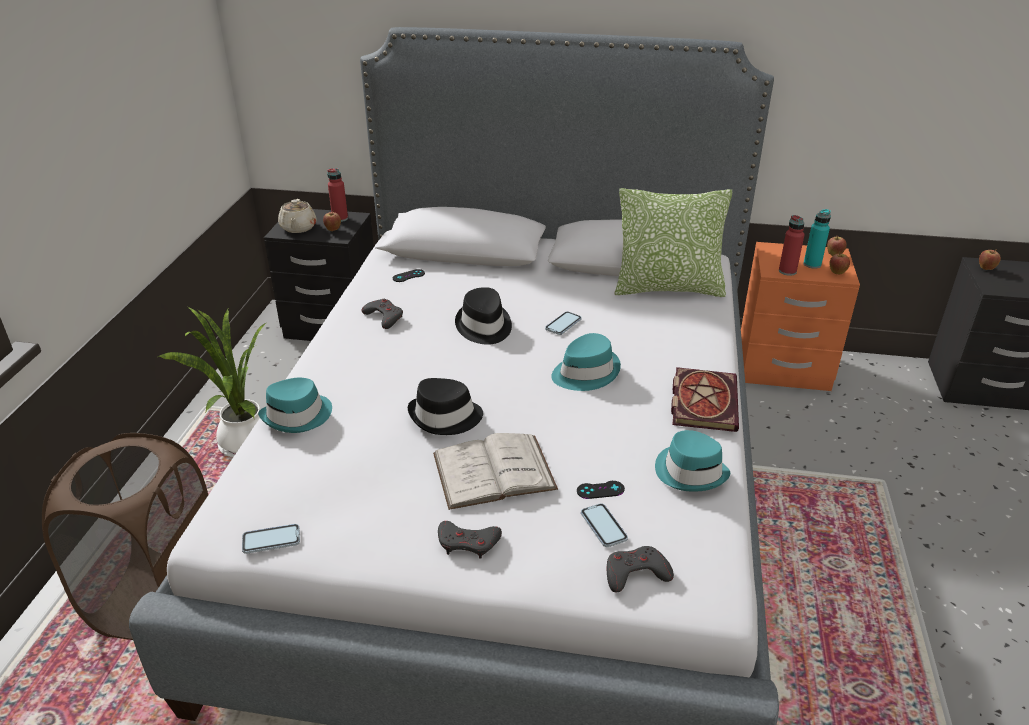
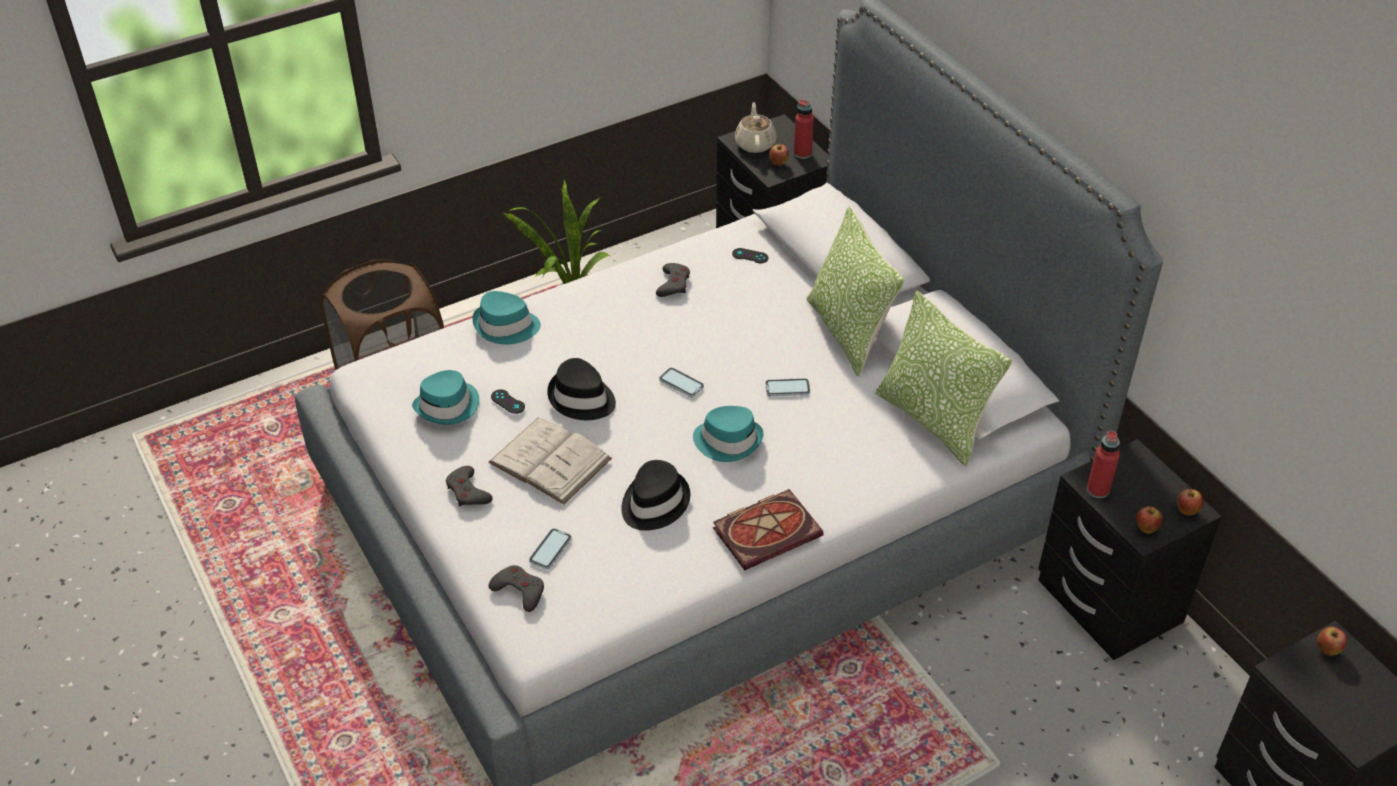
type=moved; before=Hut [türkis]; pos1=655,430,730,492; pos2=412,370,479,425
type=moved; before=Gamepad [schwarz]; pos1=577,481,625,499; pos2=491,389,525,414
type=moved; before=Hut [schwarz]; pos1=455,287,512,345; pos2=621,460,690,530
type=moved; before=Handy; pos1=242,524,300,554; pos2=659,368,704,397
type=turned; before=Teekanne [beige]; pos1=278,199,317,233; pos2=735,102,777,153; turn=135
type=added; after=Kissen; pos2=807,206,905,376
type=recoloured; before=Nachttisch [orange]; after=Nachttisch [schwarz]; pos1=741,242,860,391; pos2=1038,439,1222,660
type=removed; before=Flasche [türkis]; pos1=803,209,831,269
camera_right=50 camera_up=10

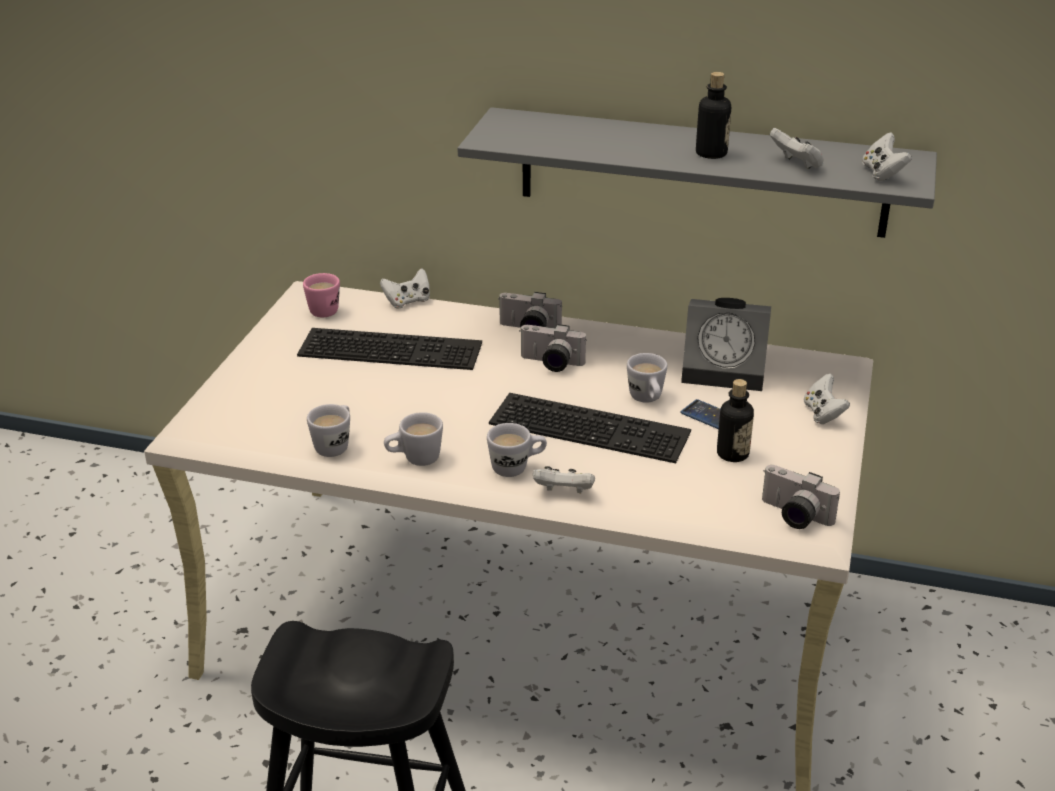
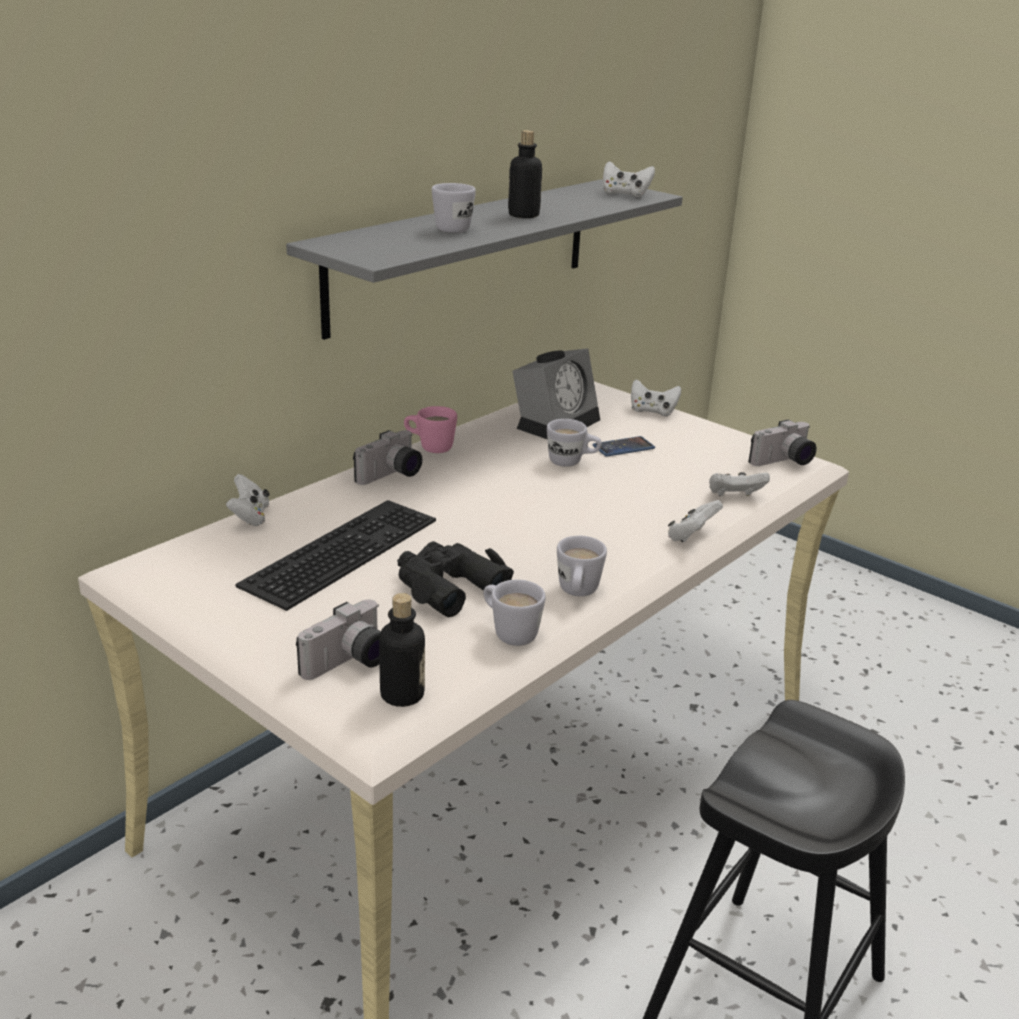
type=moved; before=Kamera; pos1=519,324,587,372; pos2=296,599,381,680
type=moved; before=Flasche; pos1=717,379,754,462; pos2=379,593,425,707
type=added; after=Fernglas [schwarz]; pos2=397,541,514,617
type=moved; before=Henkelbecher [rosa]; pos1=303,273,340,317; pos2=404,406,457,453
type=moved; before=Henkelbecher [weiß]; pos1=487,423,547,477; pos2=432,183,476,233
type=moved; before=Gamepad [weiß]; pos1=770,128,824,169; pos2=709,472,770,496
type=removed; before=Tastatur; pos1=489,393,691,463
camera_right=-65 camera_up=-5

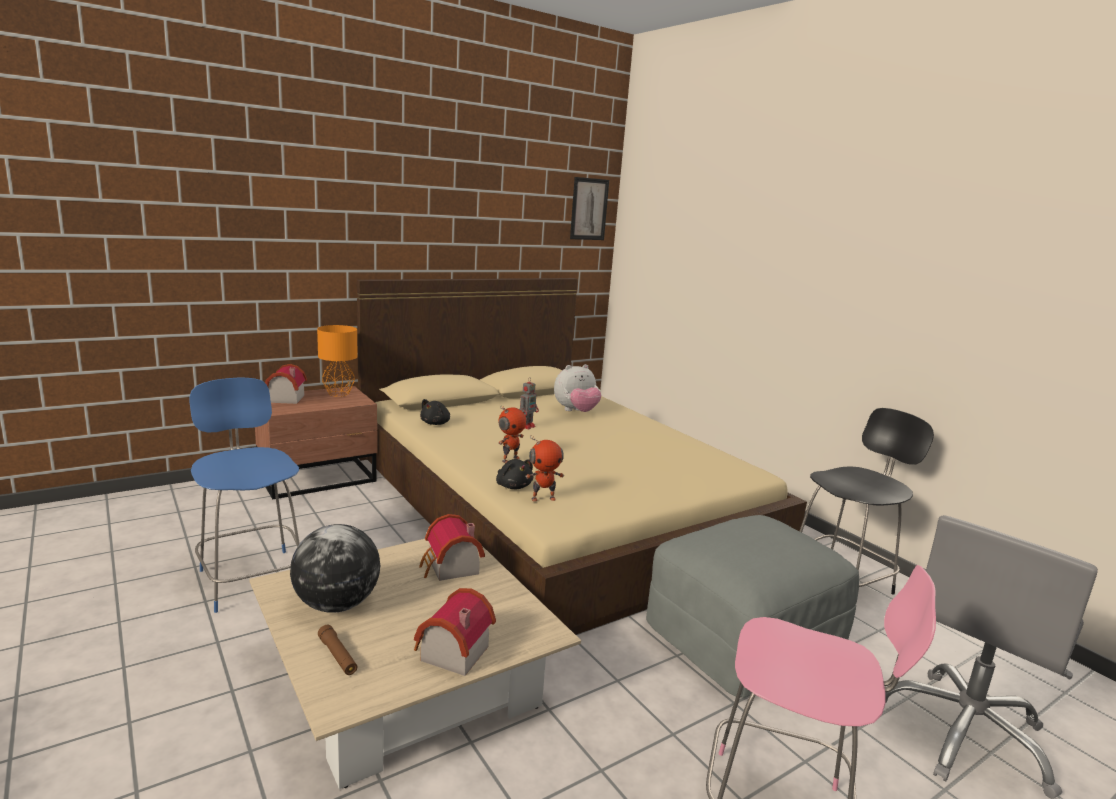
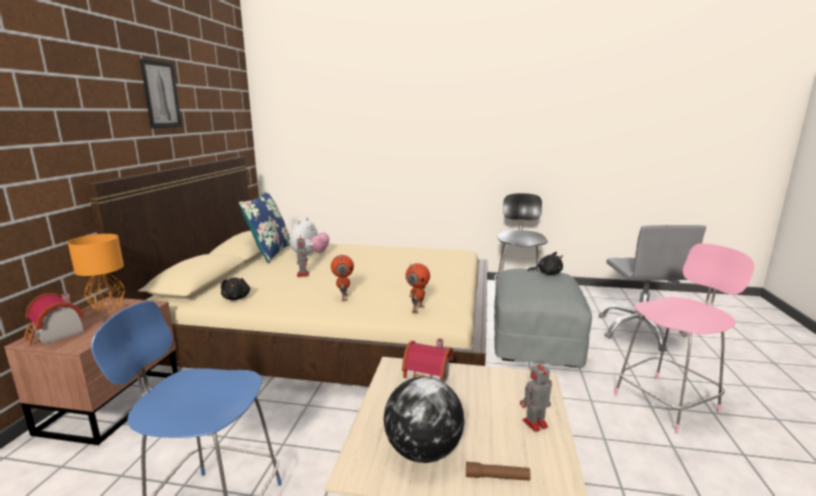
type=moved; before=Bild; pos1=570,177,609,240; pos2=140,59,182,128
type=added; after=Kissen [blau]; pos2=239,191,290,263
type=replaced; before=Spielzeughaus; after=Spielzeugroboter; pos1=414,588,496,676; pos2=520,361,552,432
type=moved; before=Plüschtier [schwarz]; pos1=496,459,533,489; pos2=528,252,563,275
camera_right=-45 camera_up=0

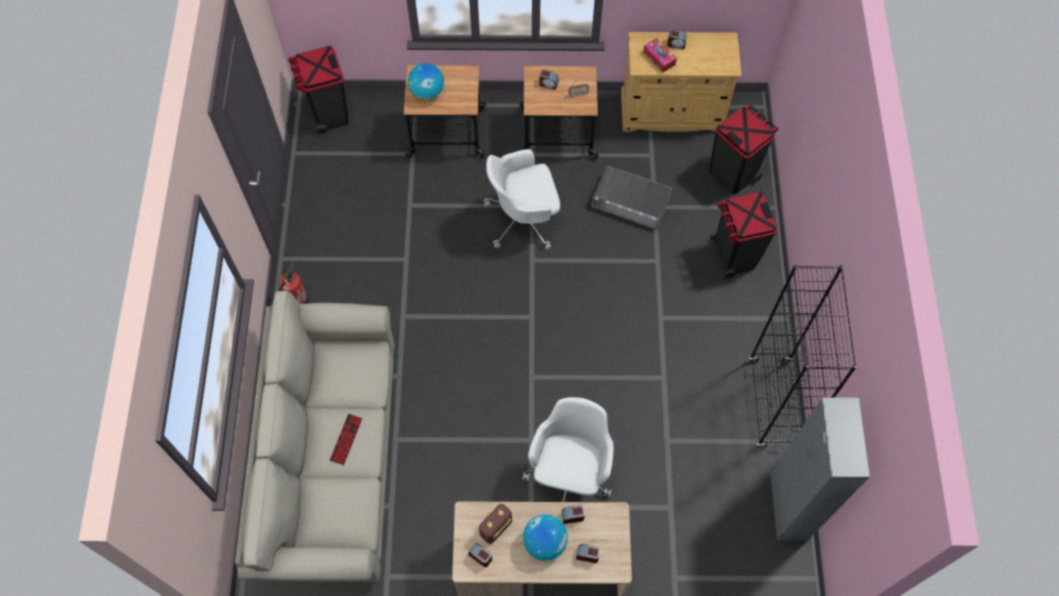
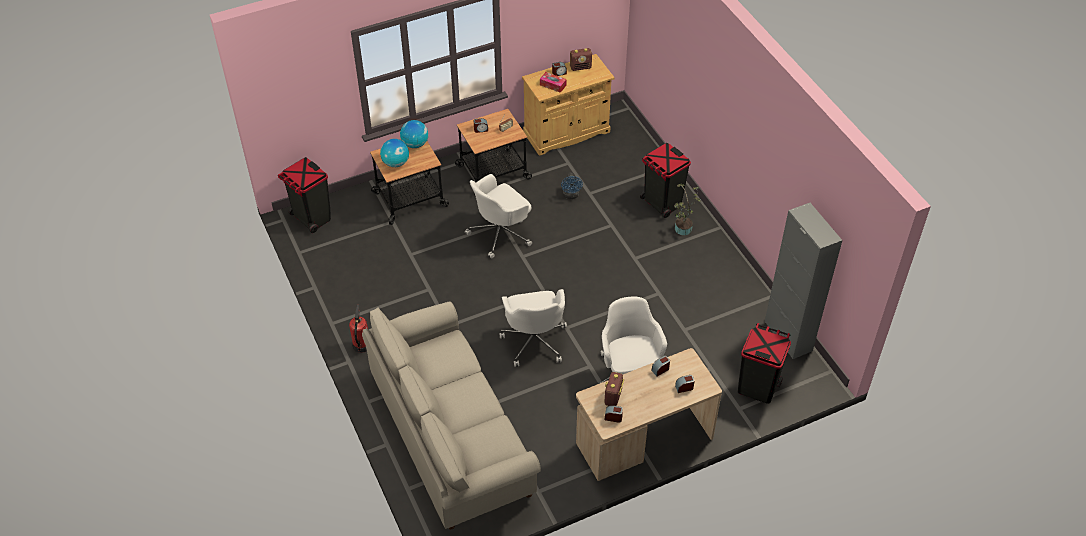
type=moved; before=Globus; pos1=523,514,568,561; pos2=400,120,428,148
type=added; after=Bürostuhl [weiß]; pos2=499,289,567,367
type=replaced; before=Aufbewahrungsbox [grau]; after=Ventilator [blau]; pos1=592,165,672,230; pos2=561,172,583,199
type=added; after=Radio; pos2=570,48,592,71
type=added; after=Topfpflanze; pos2=674,183,701,235
type=moved; before=Mülleimer [schwarz]; pos1=709,104,778,194; pos2=738,323,791,404
type=removed; before=Tastatur; pos1=330,414,362,465
type=removed; before=Bücherregal [schwarz]; pos1=749,265,857,448
camera_right=-25 camera_up=-15

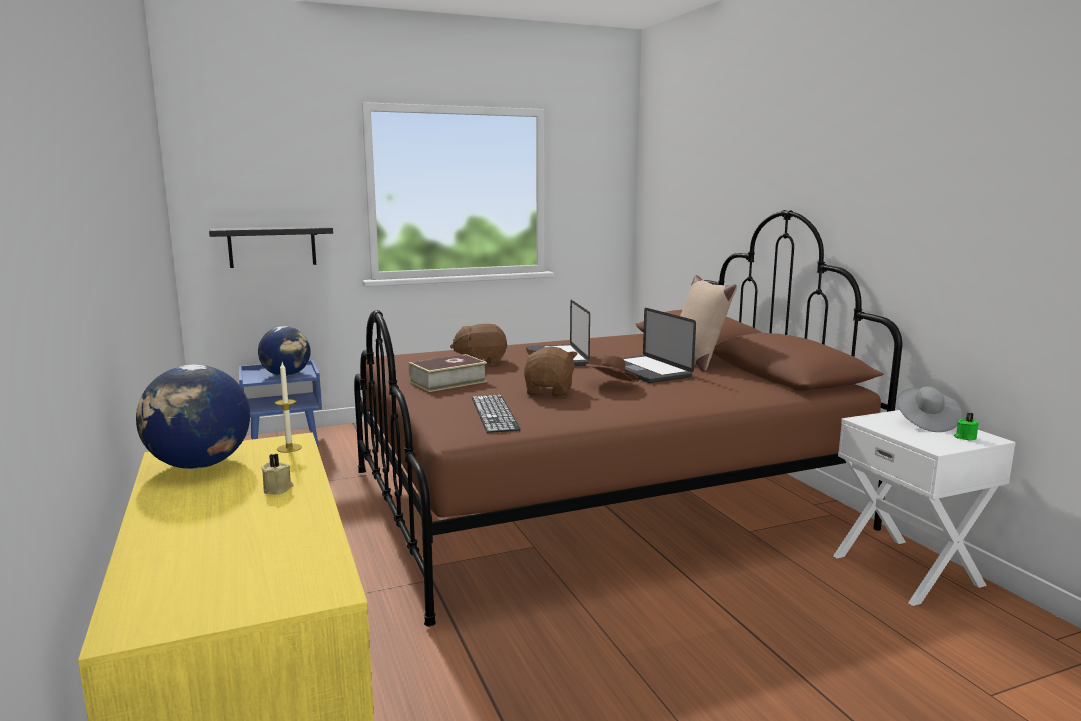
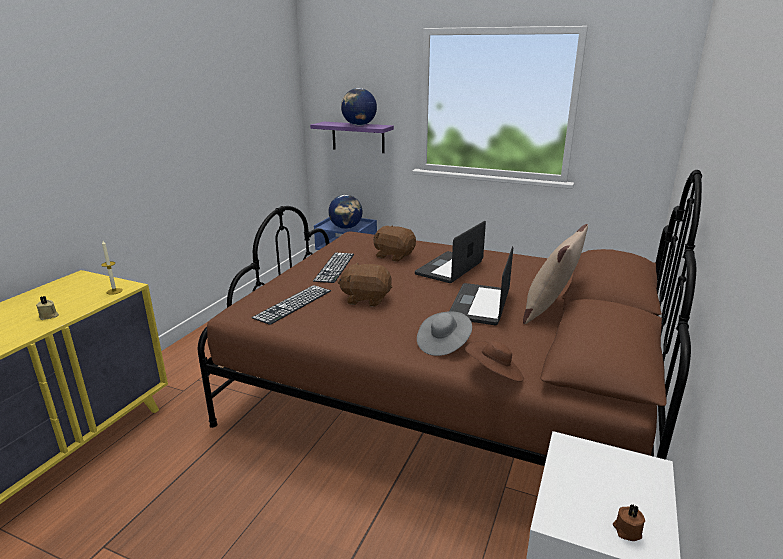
type=recoloured; before=Wandregal [schwarz]; after=Wandregal [lila]; pos1=209,226,333,268; pos2=310,122,394,153
type=replaced; before=Buch; after=Tastatur; pos1=408,354,487,392; pos2=313,253,354,283
type=turned; before=Plüschtier [braun]; pos1=524,346,577,397; pos2=338,262,392,307; turn=-135
type=moved; before=Globus; pos1=136,365,250,469; pos2=341,88,377,126
type=moved; before=Hut [grau]; pos1=896,387,963,432; pos2=417,311,472,356
type=moved; before=Hut [braun]; pos1=585,354,639,382; pos2=465,341,524,382
type=recoloured; before=Kerze [grün]; after=Kerze [braun]; pos1=954,412,979,441; pos2=613,504,645,541
camera_right=45 camera_up=10

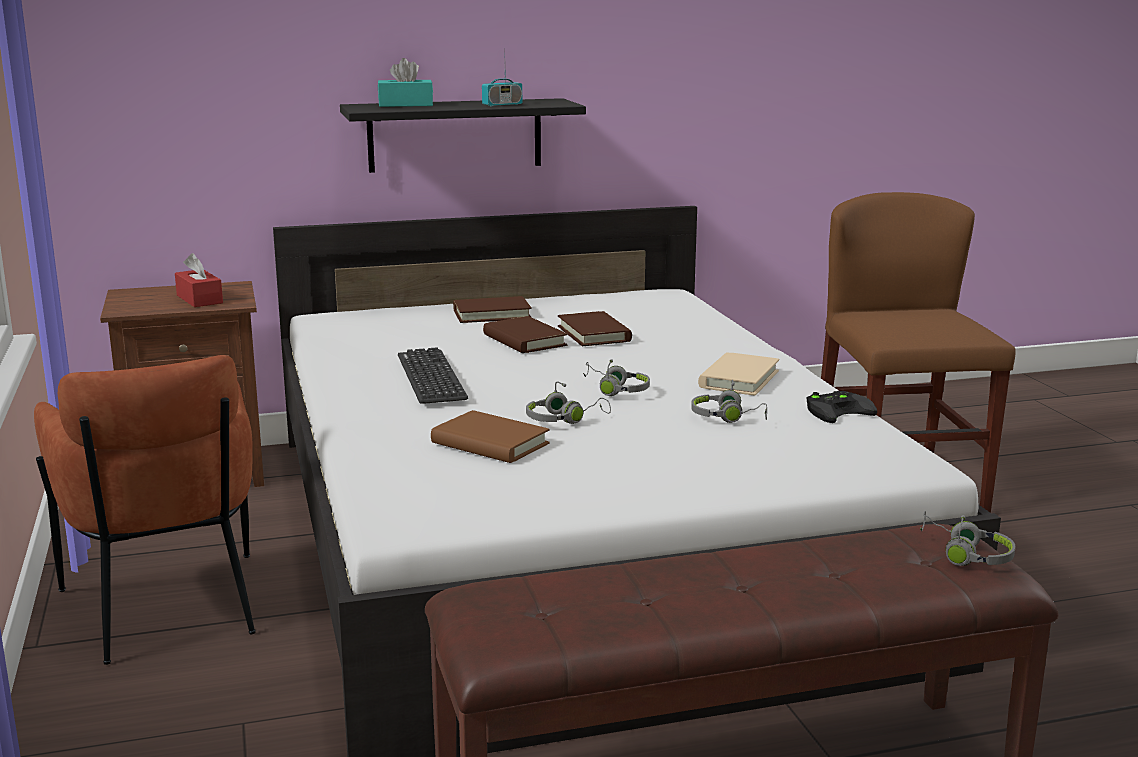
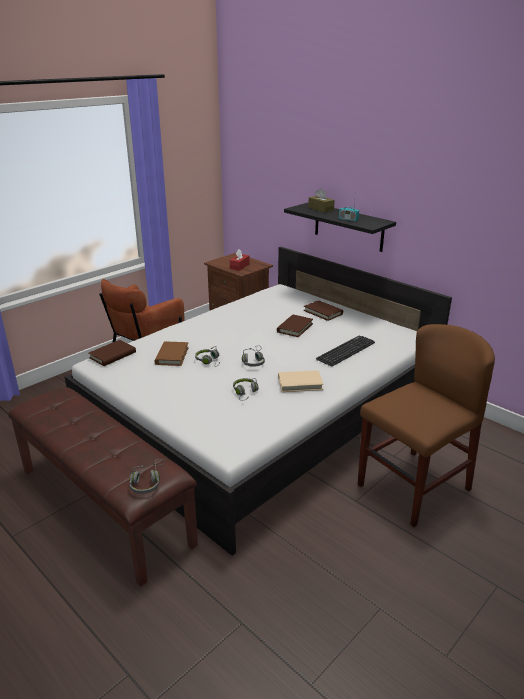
type=moved; before=Buch [braun]; pos1=558,311,632,346; pos2=88,340,136,366
type=recoloured; before=Taschentuchbox [türkis]; after=Taschentuchbox [braun]; pos1=378,58,433,107; pos2=308,188,335,213
type=moved; before=Tastatur; pos1=398,348,468,404; pos2=316,336,375,367
type=removed; before=Gamepad [schwarz]; pos1=807,391,877,423
camera_right=60 camera_up=10

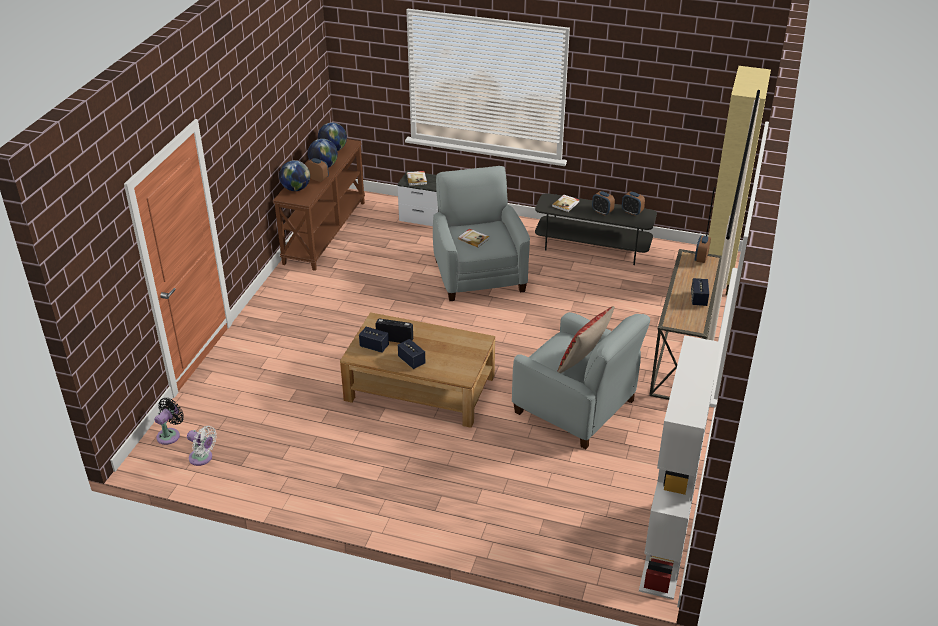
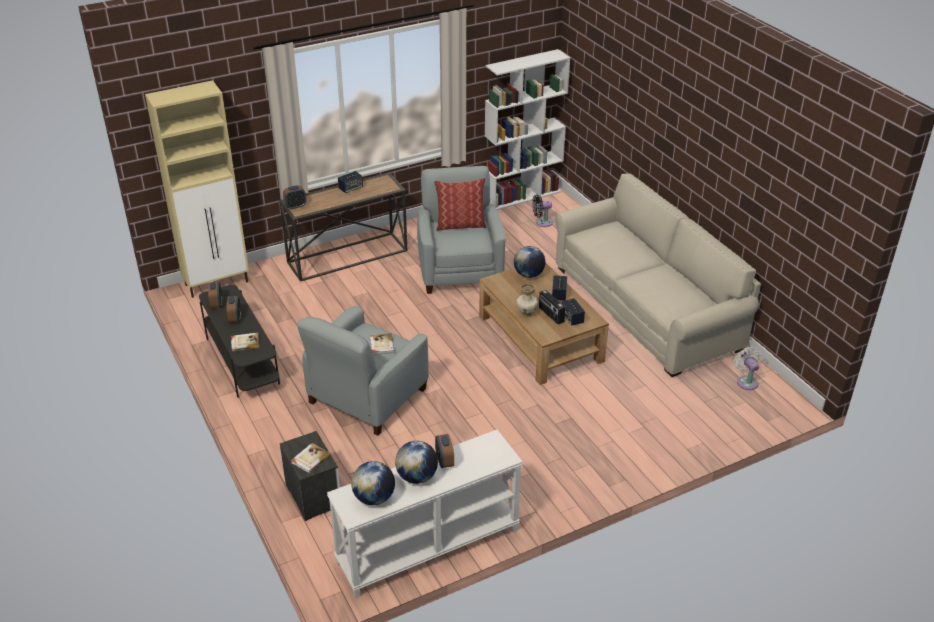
type=recoloured; before=Konsolentisch [braun]; after=Konsolentisch [weiß]; pos1=273,139,365,271; pos2=327,430,523,598
type=moved; before=Globus; pos1=279,160,310,191; pos2=514,246,545,278
type=added; after=Vase; pos2=516,284,538,318
type=moved; before=Ventilator [schwarz]; pos1=154,398,184,445; pos2=532,195,553,227
type=added; after=Sofa [beige]; pos2=555,174,761,377
camera_right=-135 camera_up=0

